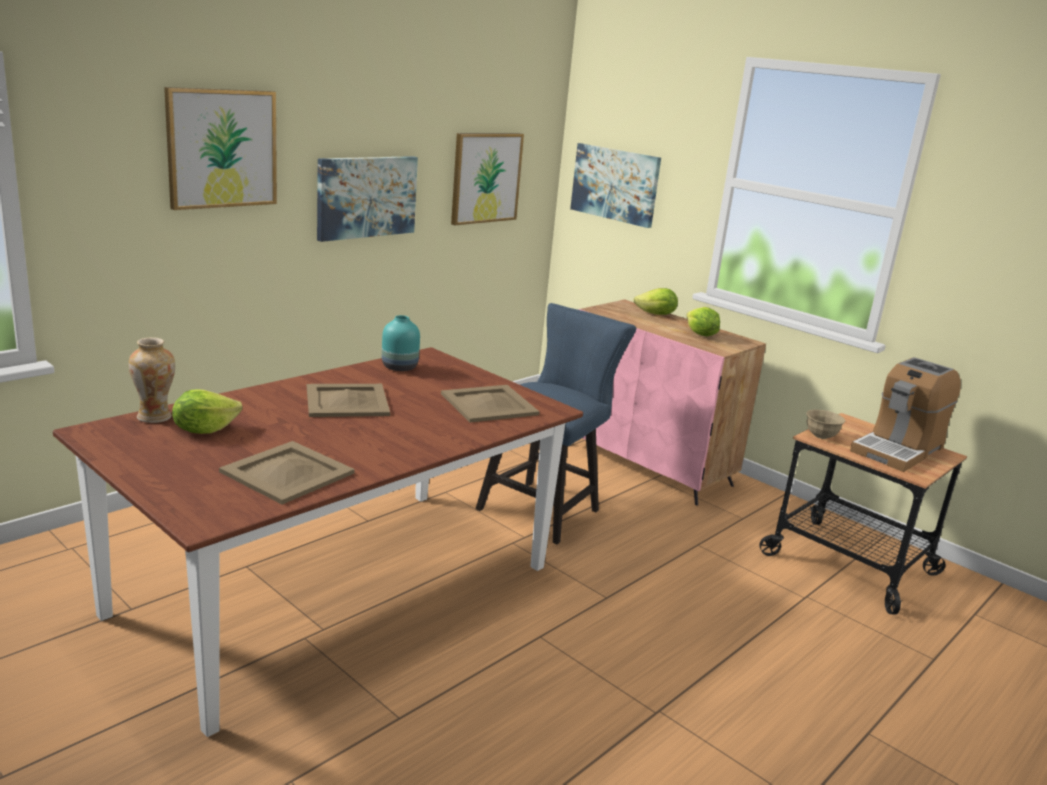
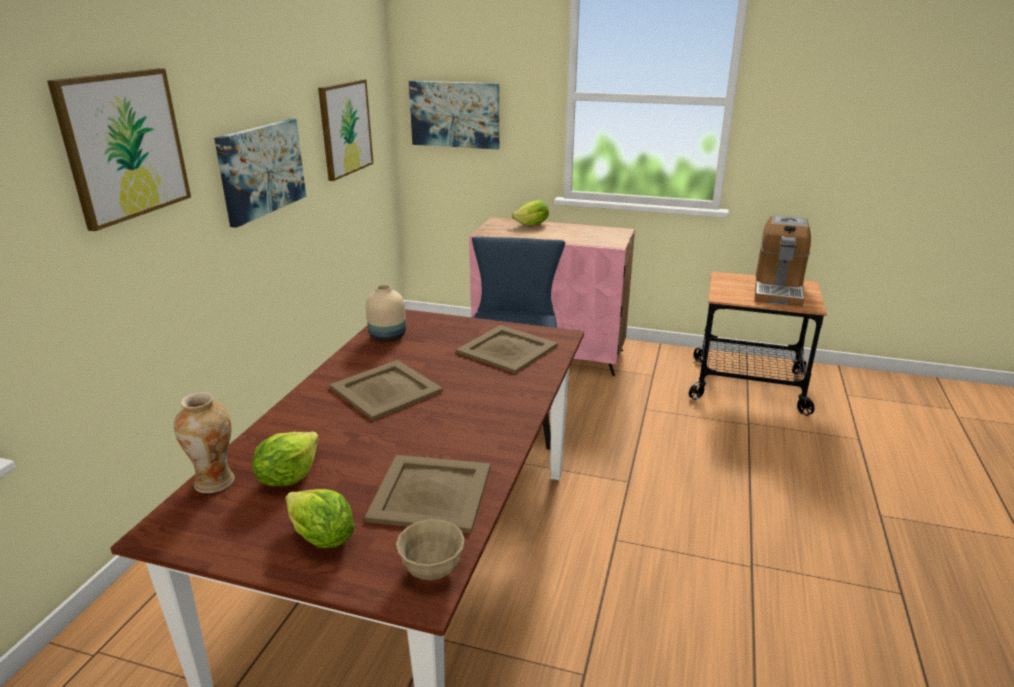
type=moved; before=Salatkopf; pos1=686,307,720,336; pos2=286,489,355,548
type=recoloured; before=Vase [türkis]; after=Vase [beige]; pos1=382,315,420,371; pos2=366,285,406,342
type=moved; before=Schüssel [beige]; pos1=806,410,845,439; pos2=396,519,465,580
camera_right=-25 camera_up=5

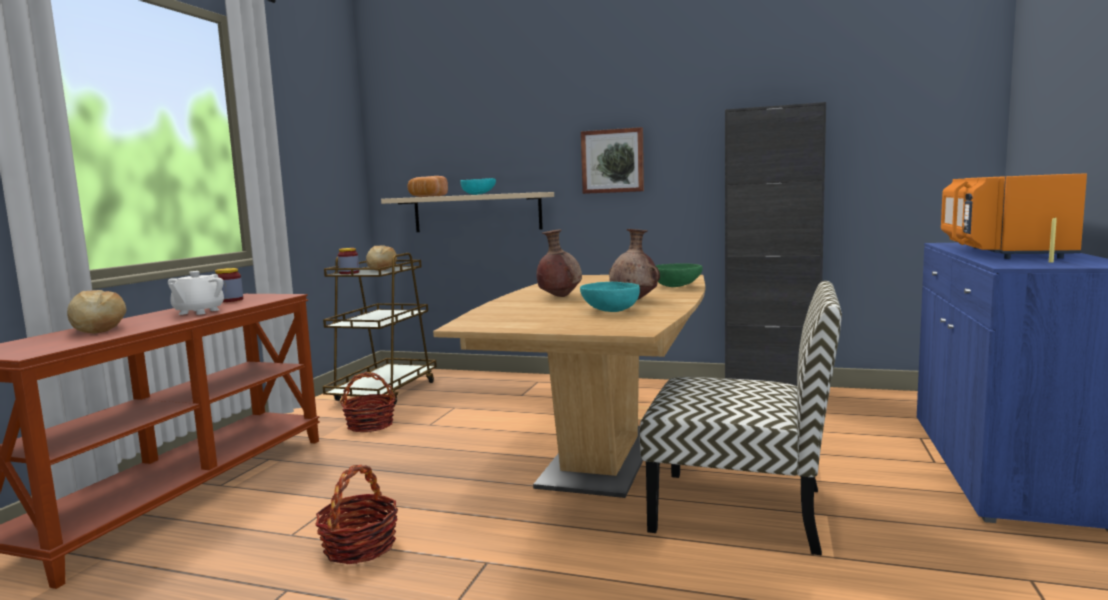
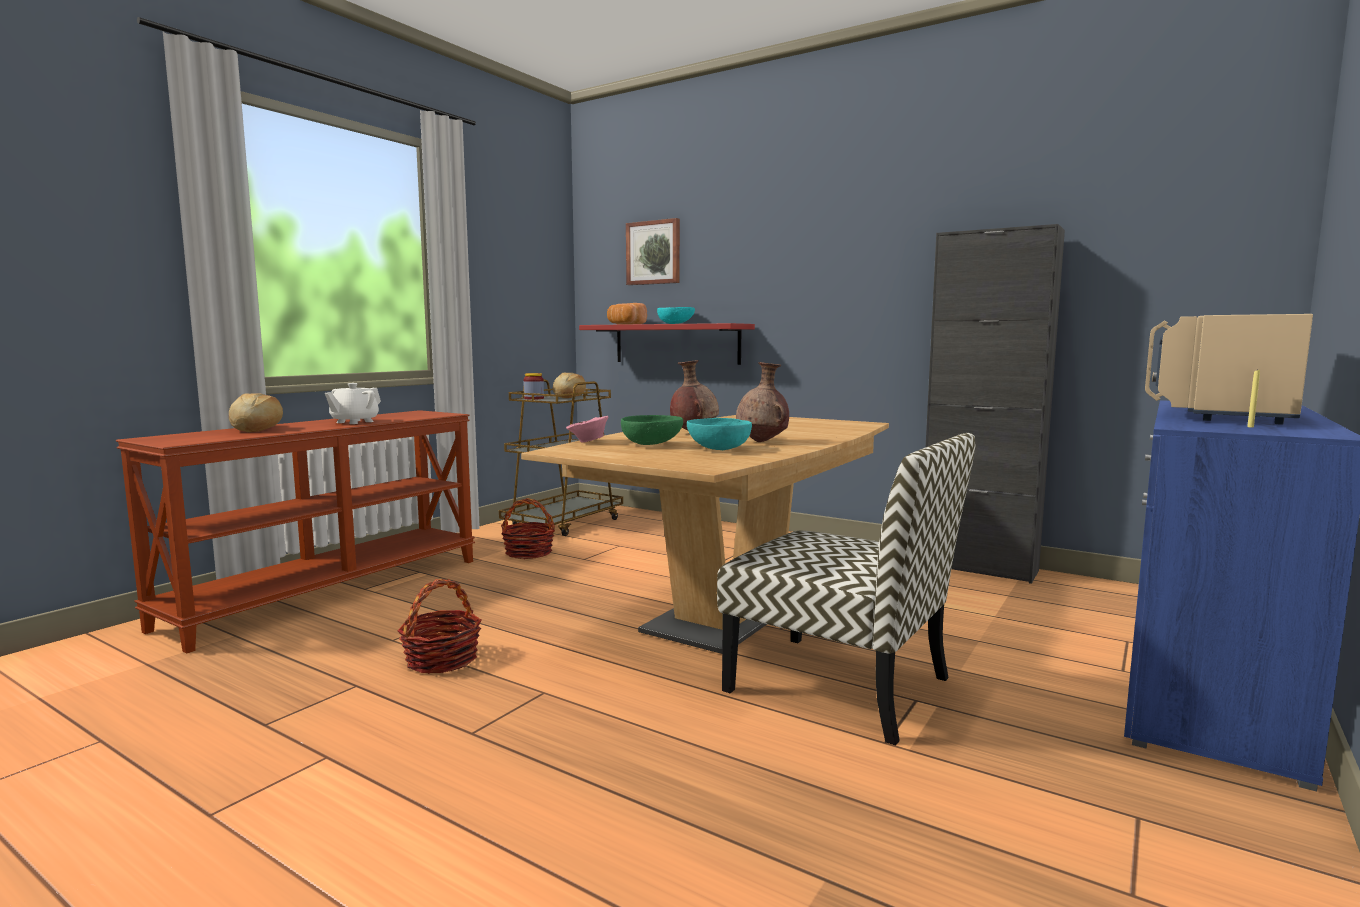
type=added; after=Schüssel [rosa]; pos2=566,416,609,443
type=recoloured; before=Wandregal [beige]; after=Wandregal [rot]; pos1=381,192,554,232; pos2=579,323,755,365
type=moved; before=Schüssel [grün]; pos1=655,264,702,287; pos2=621,415,683,445
type=moved; before=Bild; pos1=581,127,644,194; pos2=626,218,680,285
type=recoloured; before=Mikrowelle [orange]; after=Mikrowelle [beige]; pos1=941,173,1087,259; pos2=1145,314,1313,424
type=removed; before=Vorratsglas; pos1=215,268,243,302
camera_right=15 camera_up=0

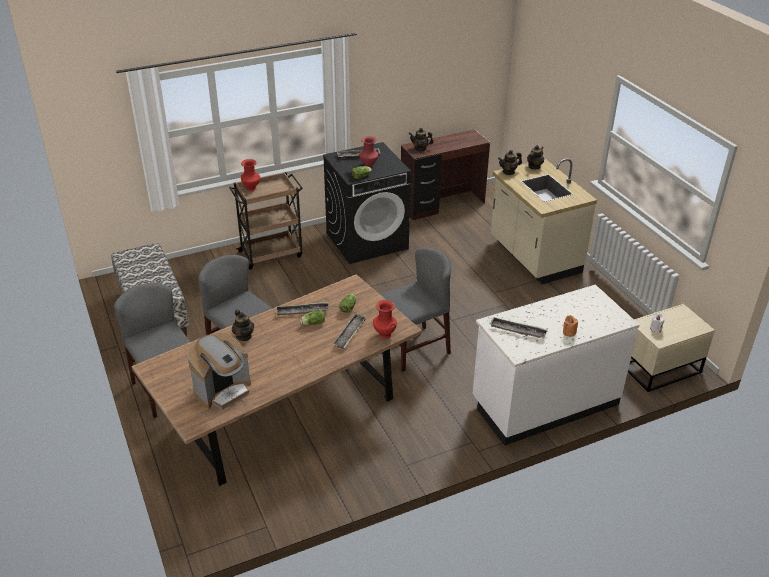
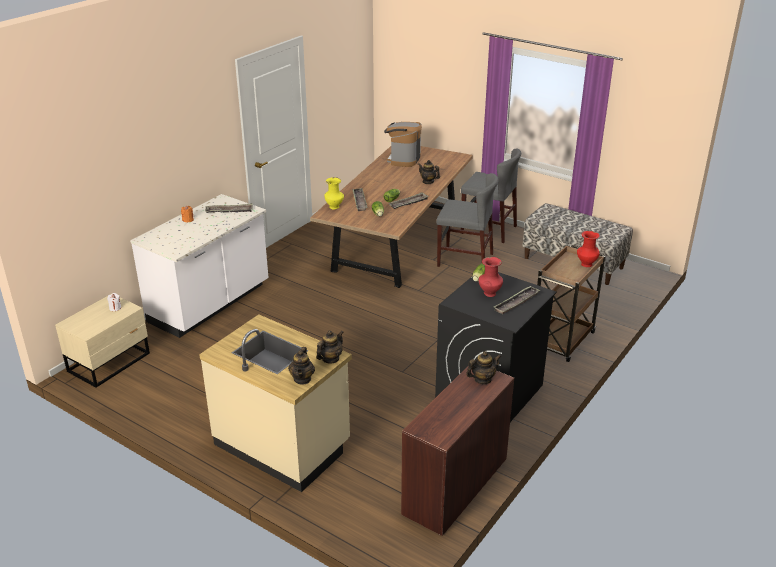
type=recoloured; before=Vase [rot]; after=Vase [gelb]; pos1=373,300,397,339; pos2=324,177,344,210
type=removed; before=Stuhl [grau]; pos1=380,247,451,372
camera_right=150 camera_up=-5

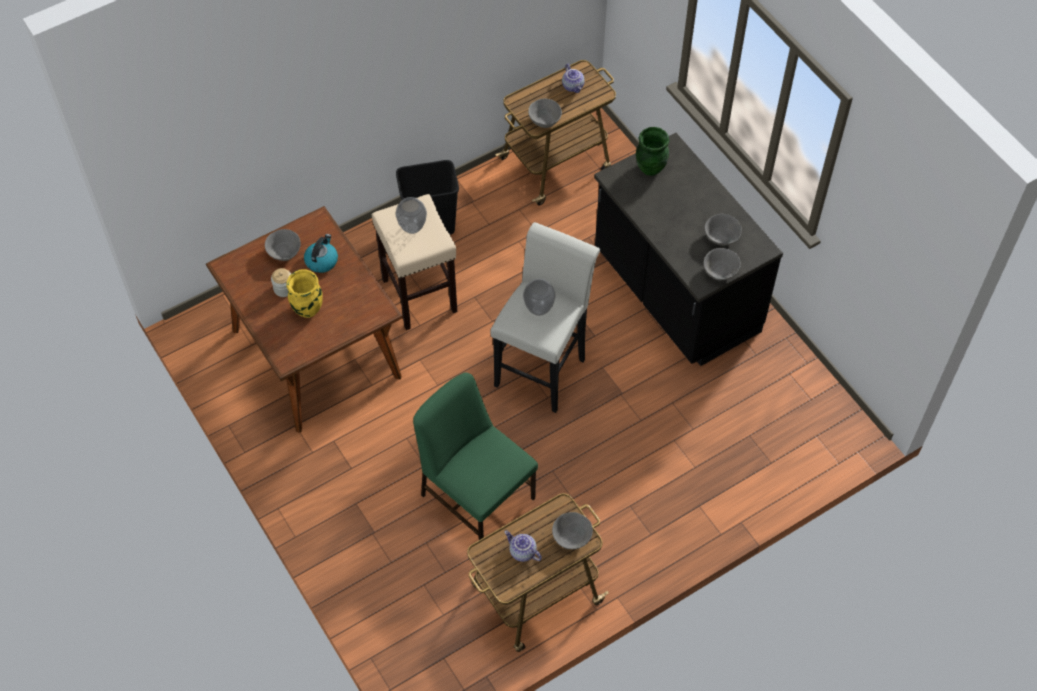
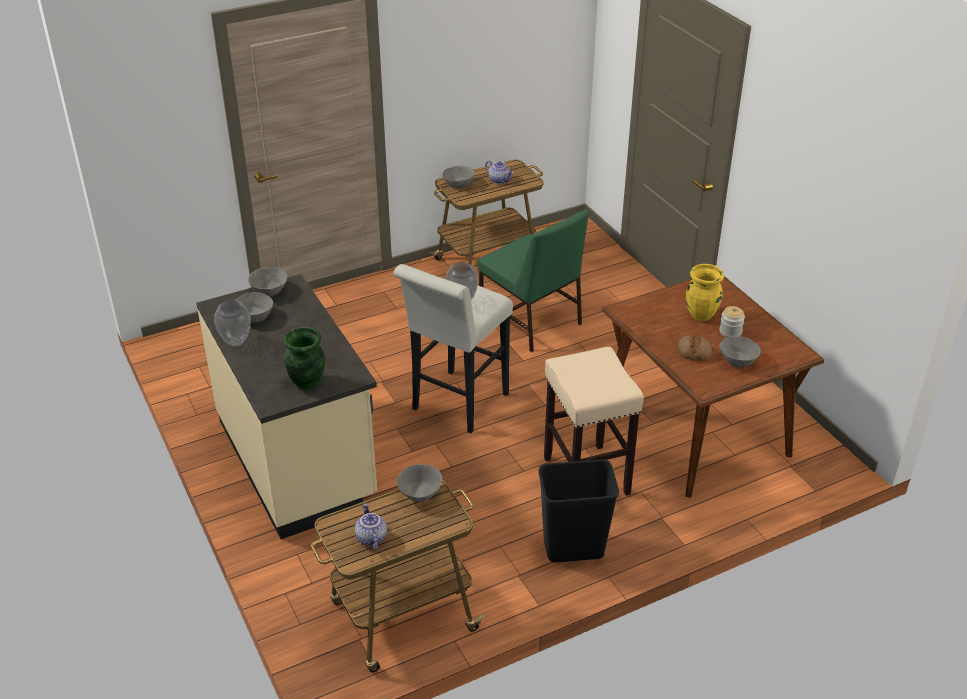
type=recoloured; before=Küchenzeile [schwarz]; after=Küchenzeile [beige]; pos1=594,133,783,366; pos2=196,274,377,539
type=moved; before=Vase; pos1=396,197,427,234; pos2=214,300,251,346
type=replaced; before=Wasserkessel; after=Brot; pos1=304,234,338,273; pos2=677,335,712,361
camera_right=-175 camera_up=-20

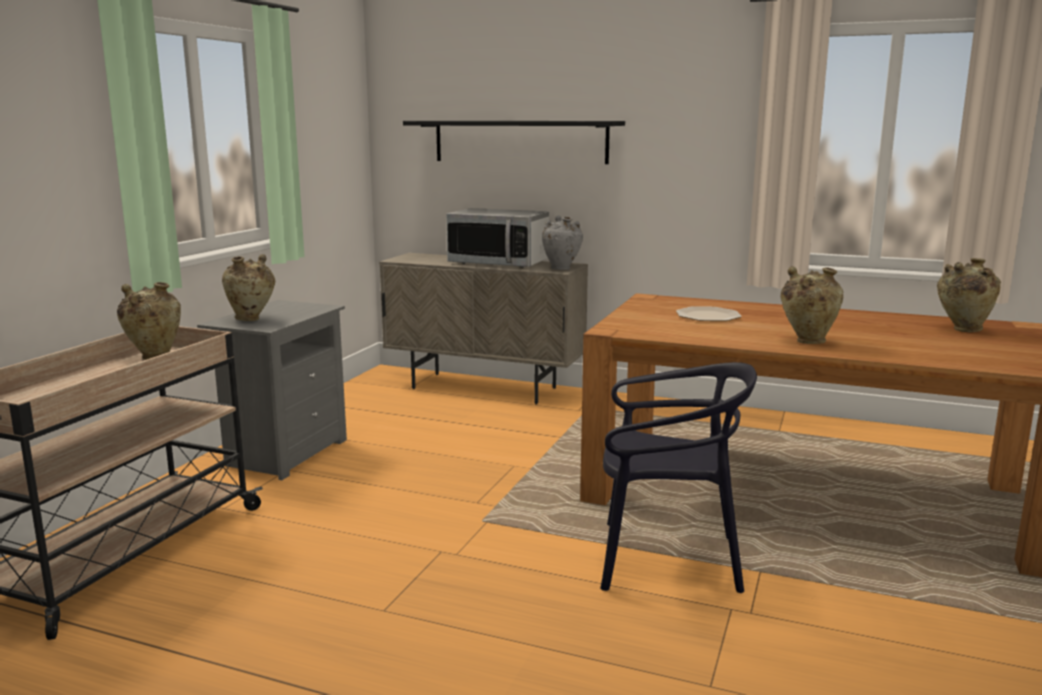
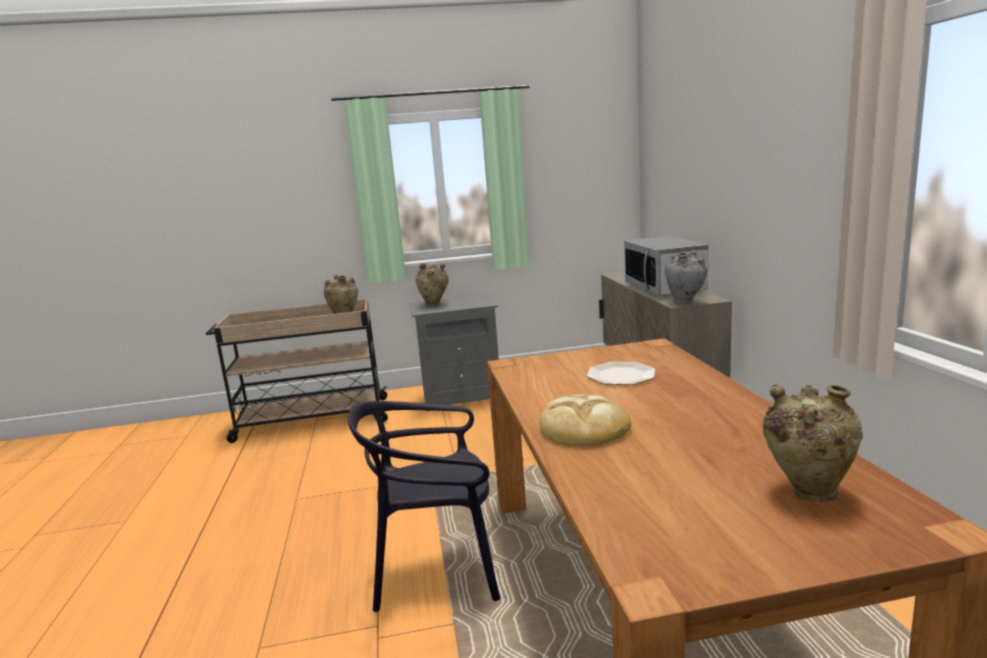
type=turned; before=Stuhl [schwarz]; pos1=600,362,757,593; pos2=348,401,500,612; turn=105
type=replaced; before=Vase [beige]; after=Brot; pos1=781,266,843,344; pos2=539,394,631,446
type=removed; before=Wandregal [schwarz]; pos1=403,121,625,164
camera_right=60 camera_up=0

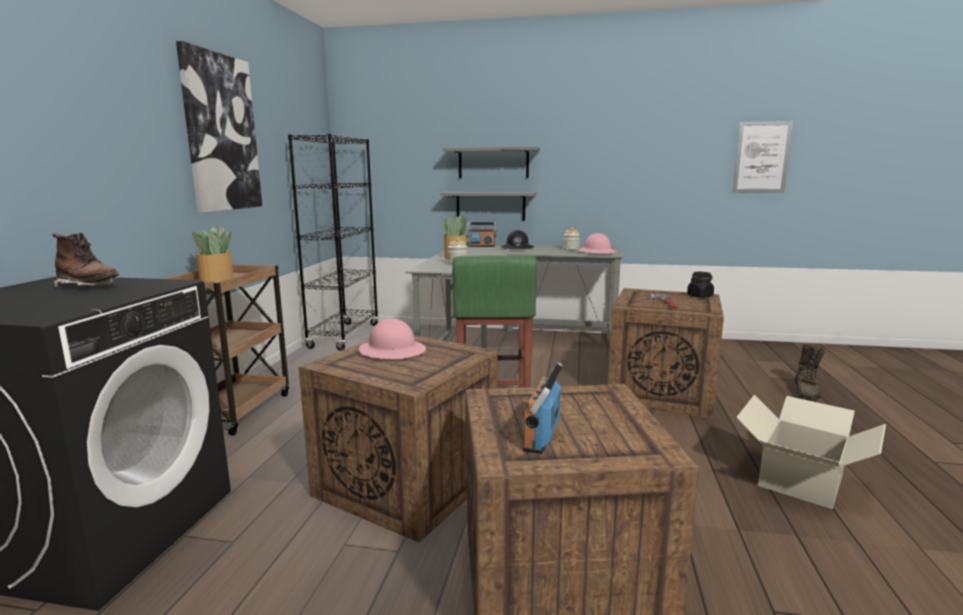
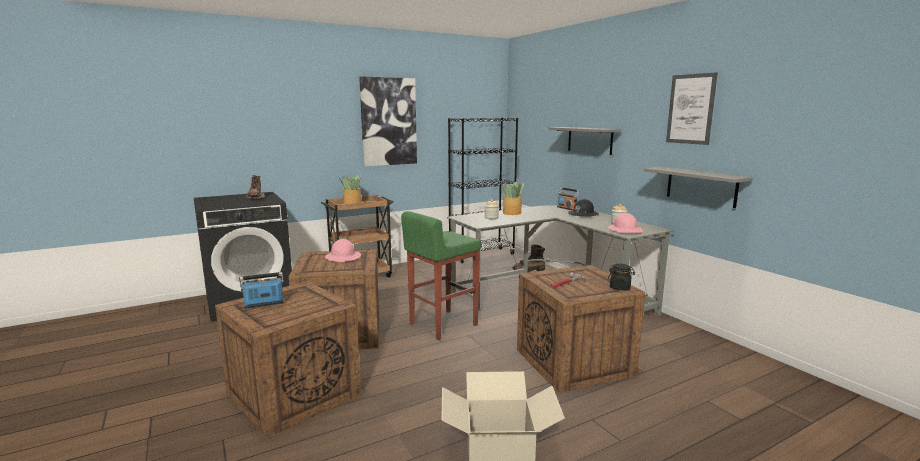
type=moved; before=Stiefel [braun]; pos1=795,344,825,399; pos2=513,244,545,272
type=moved; before=Wandregal [grau]; pos1=441,192,536,221; pos2=644,167,753,208
type=moved; before=Bild; pos1=732,121,793,193; pos2=666,72,718,145
camera_right=50 camera_up=0

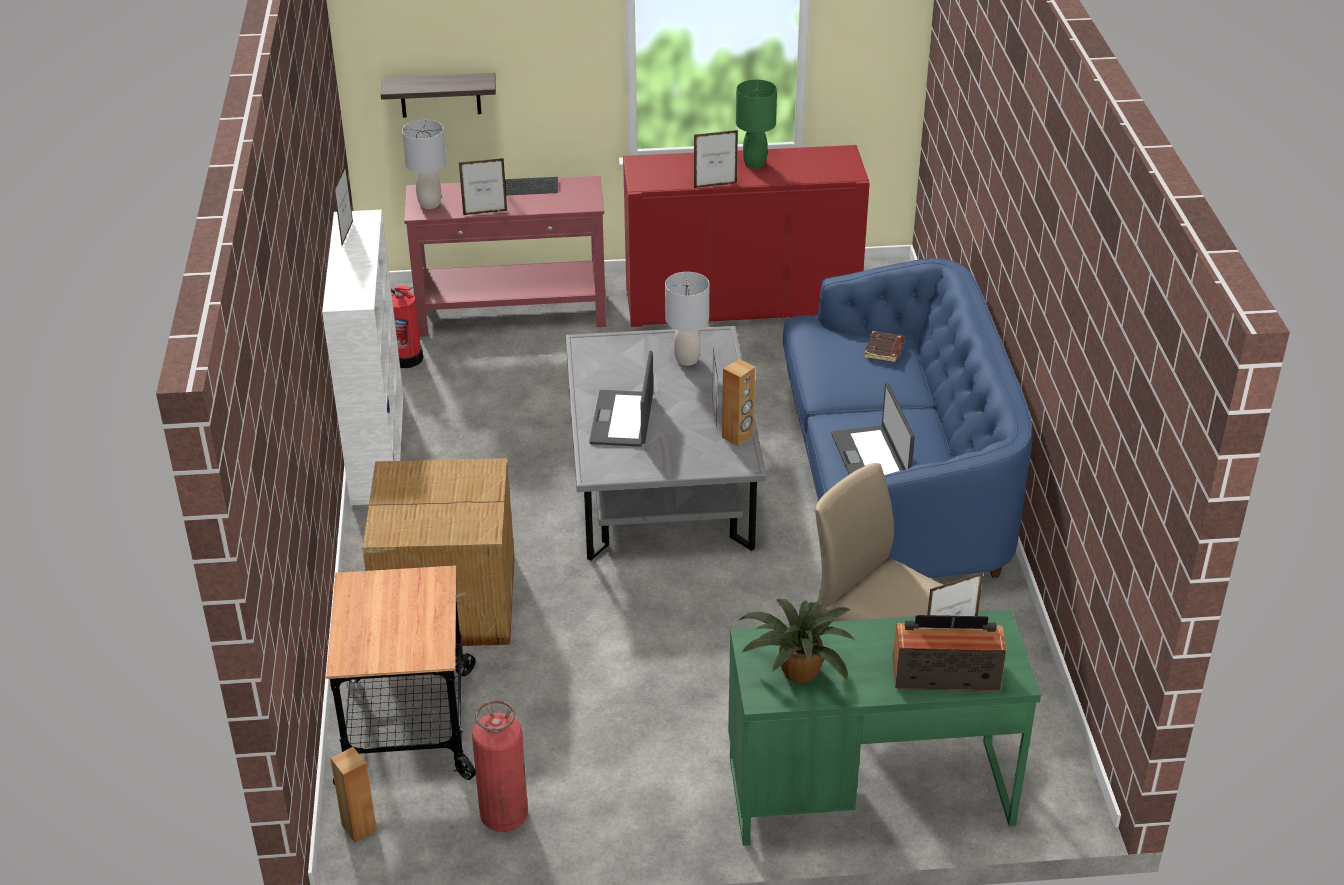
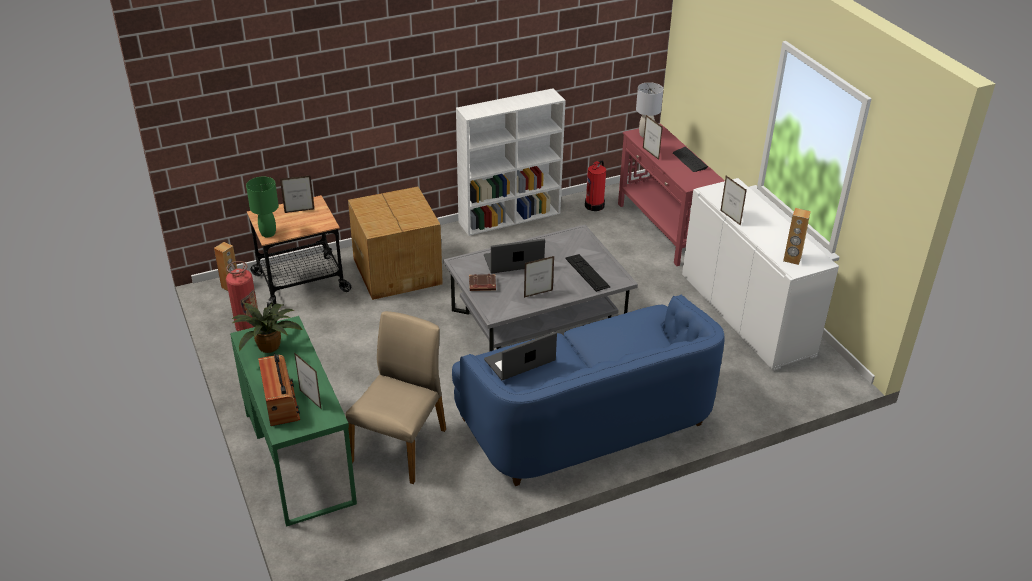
type=moved; before=Tischlampe [grün]; pos1=736,79,777,169; pos2=246,177,279,238
type=moved; before=Bilderrahmen; pos1=334,164,353,245; pos2=280,175,314,213
type=moved; before=Buch [braun]; pos1=864,331,904,362; pos2=469,274,496,291
type=replaced; before=Tischlampe [grau]; after=Tastatur; pos1=665,272,709,366; pos2=565,254,610,292
type=recoloured; before=Schrank [rot]; after=Schrank [weiß]; pos1=623,145,870,327; pos2=682,178,839,371
type=moved; before=Lautsprecher [braun]; pos1=722,359,755,446; pos2=783,208,811,265
type=removed; before=Wandregal; pos1=381,73,496,118
camera_right=70 camera_up=0

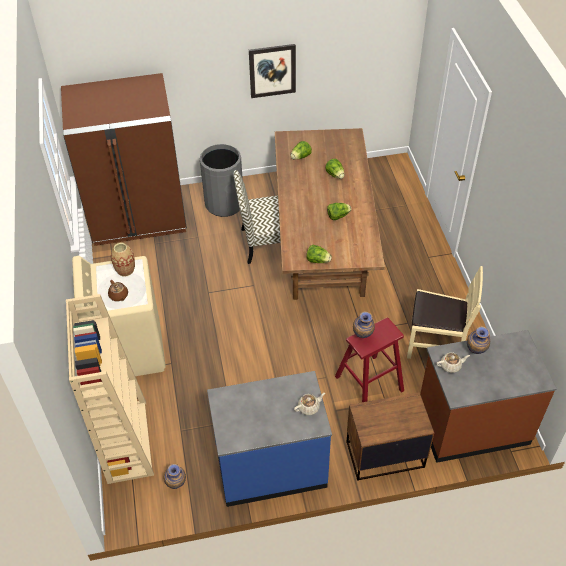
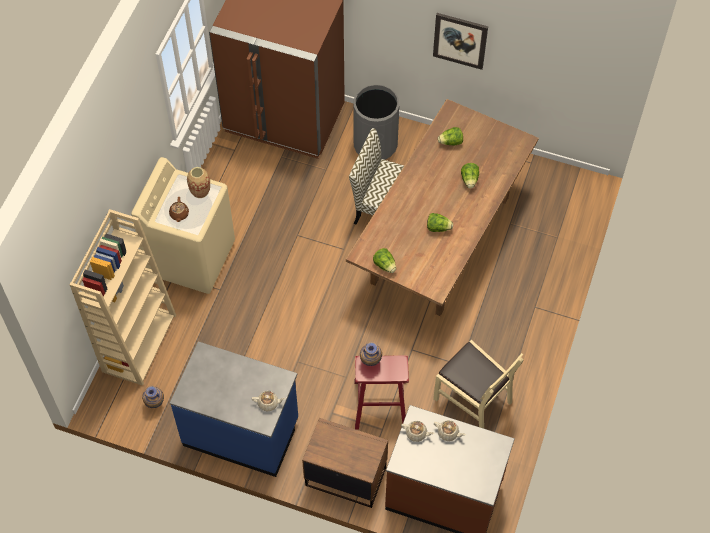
type=replaced; before=Vase; after=Teekanne [beige]; pos1=467,326,490,354; pos2=434,420,466,441
camera_right=30 camera_up=10

